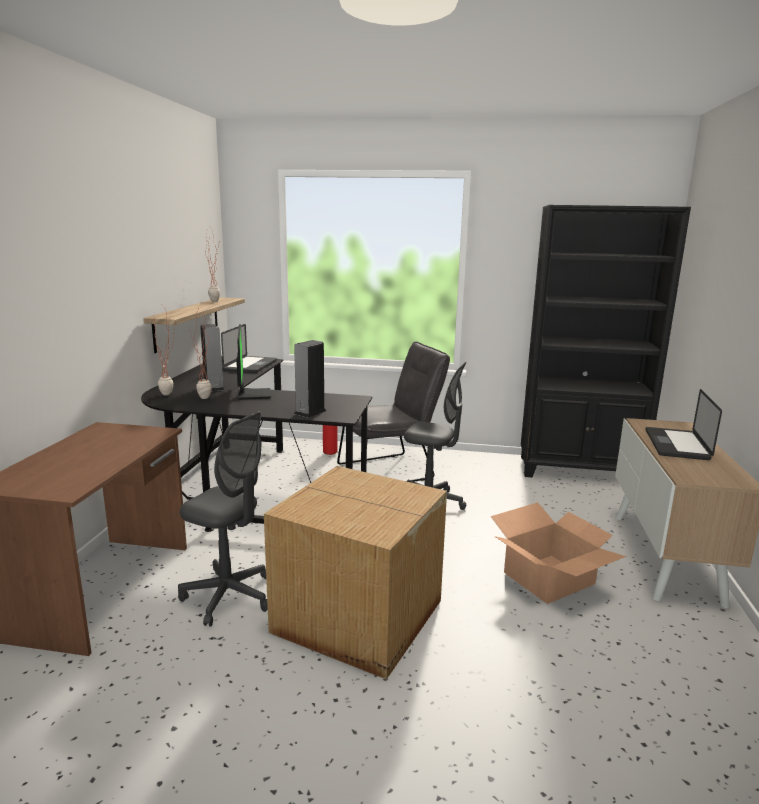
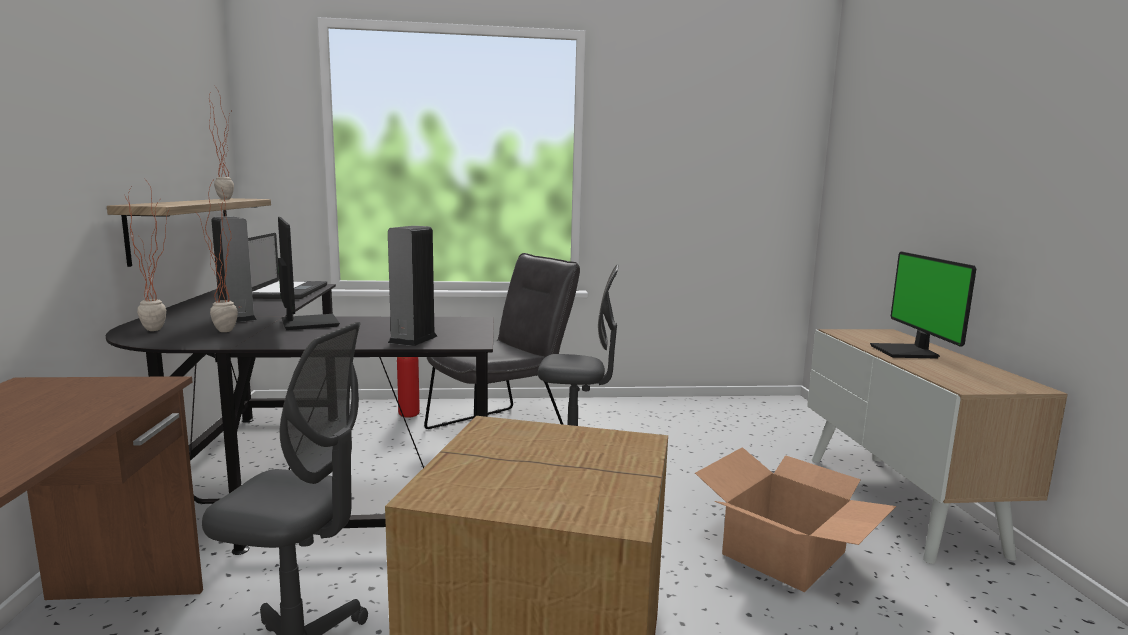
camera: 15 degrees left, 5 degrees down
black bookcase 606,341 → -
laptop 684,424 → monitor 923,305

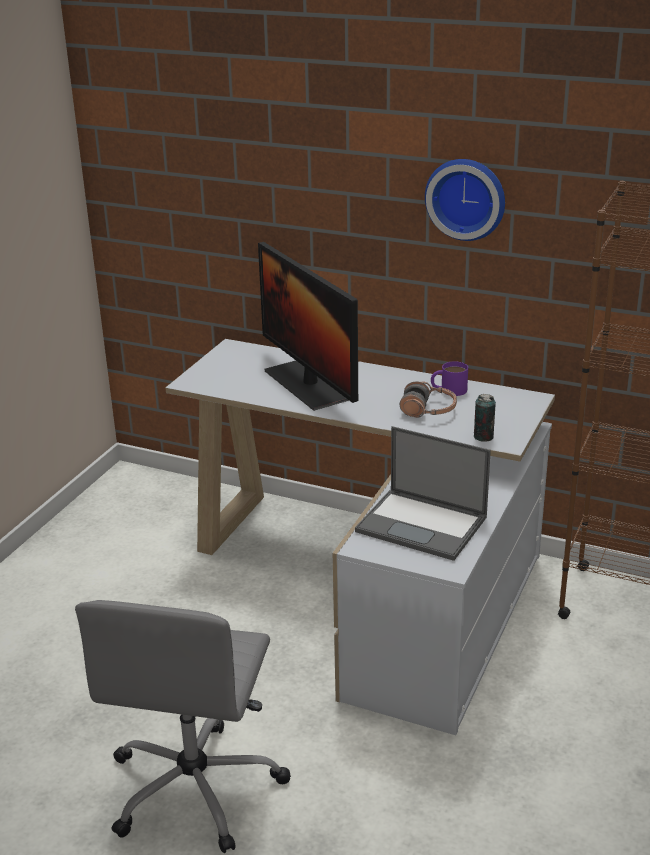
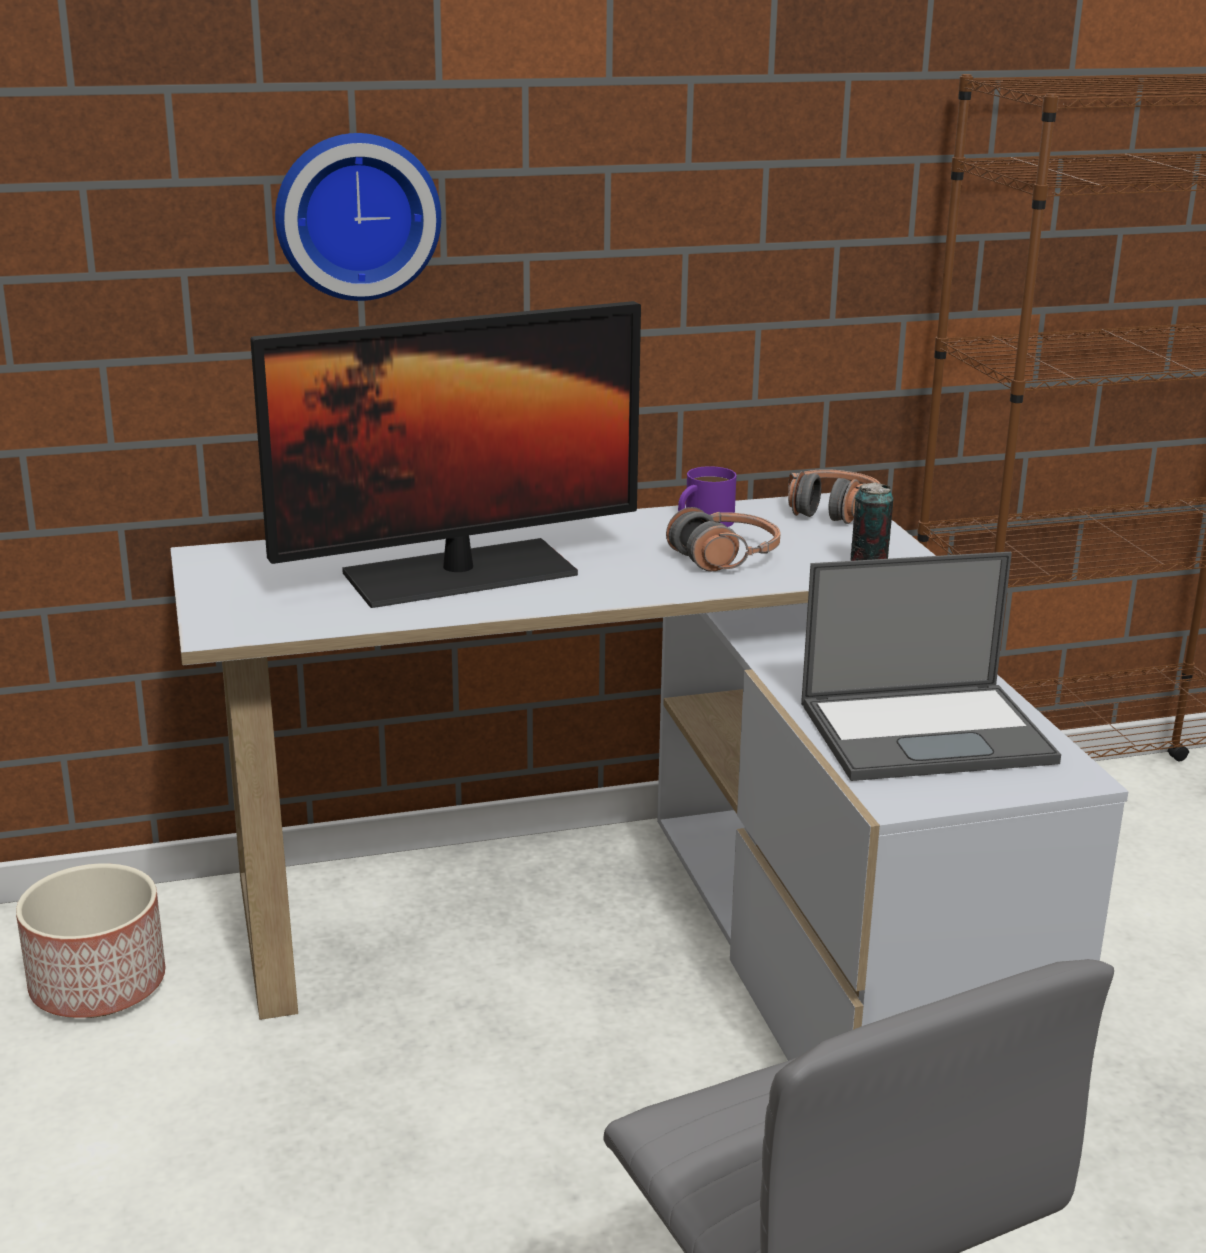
camera: 40 degrees left, 5 degrees down
monitor 308,326 → monitor 445,454, 45 degrees counterclockwise
wall clock 465,200 → wall clock 358,217, shifted
- → planter 90,941
- → headphones 834,496

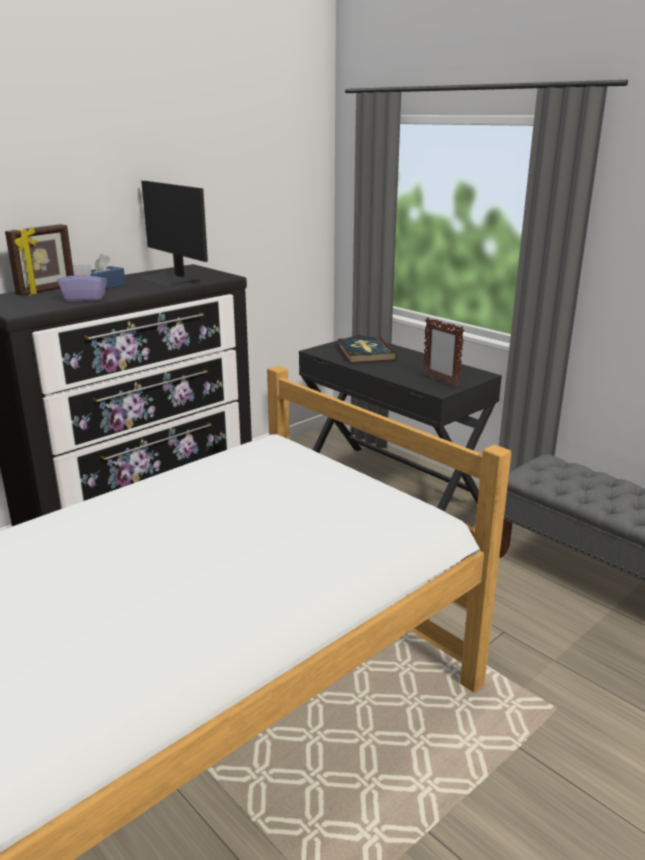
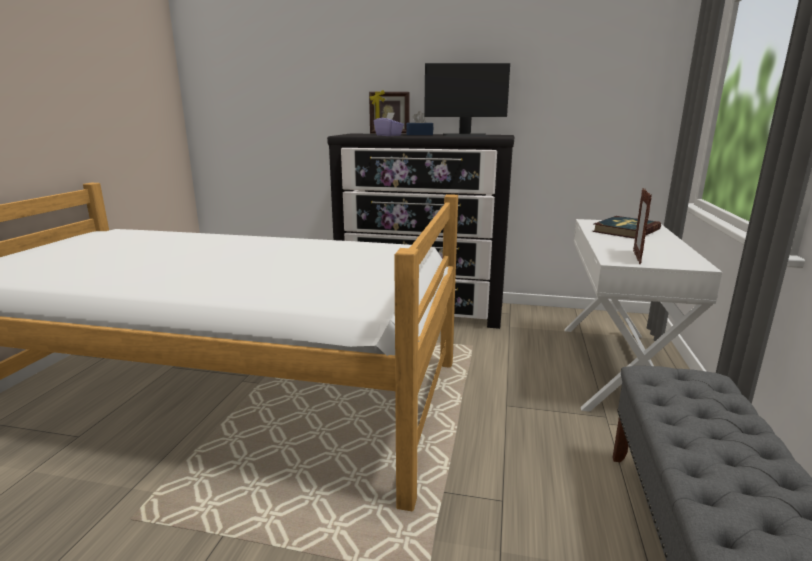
camera: 55 degrees right, 5 degrees down
monitor 174,234 → monitor 467,100, 105 degrees counterclockwise
black desk 400,423 → white desk 643,315

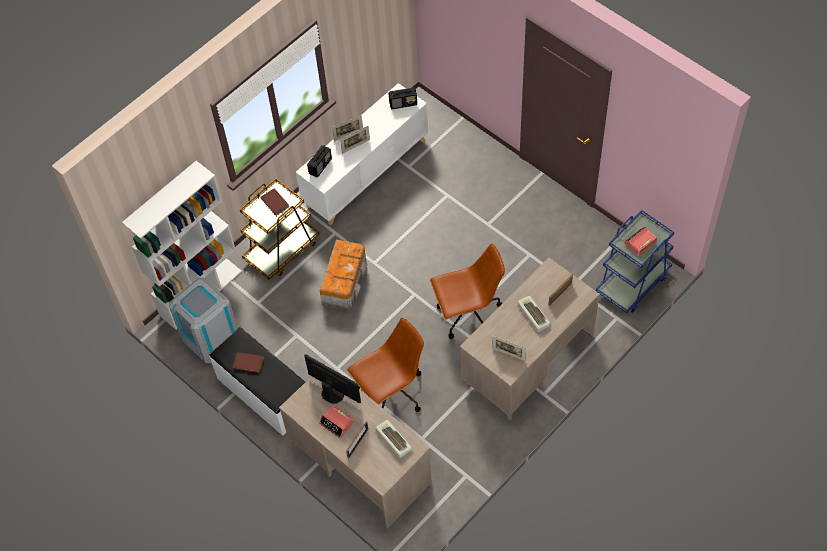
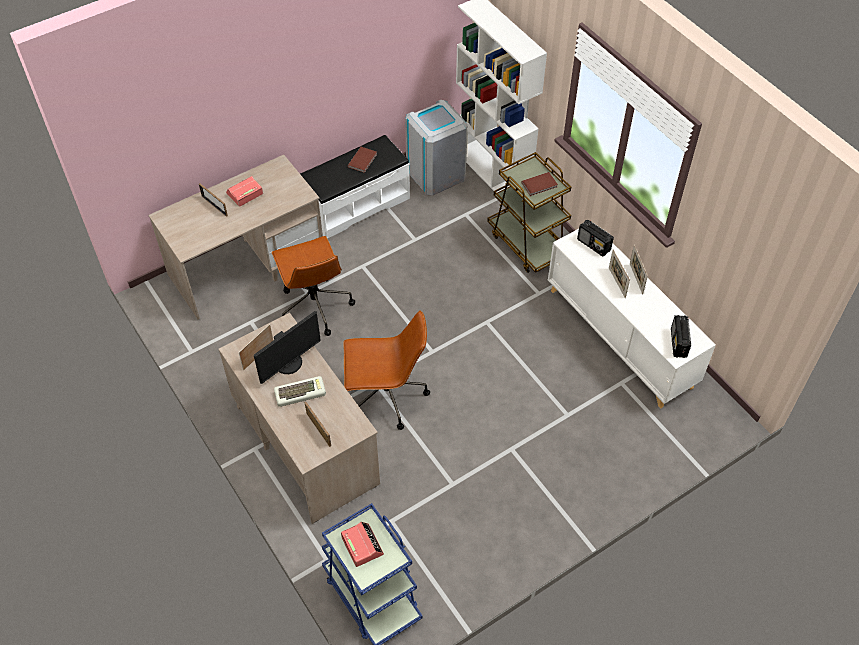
camera: 100 degrees right, 5 degrees down
monitor 332,379 → monitor 287,347, shifted
storage box 343,275 → -
keyboard 394,439 → -
brown office chair 467,291 → brown office chair 386,370, 90 degrees counterclockwise

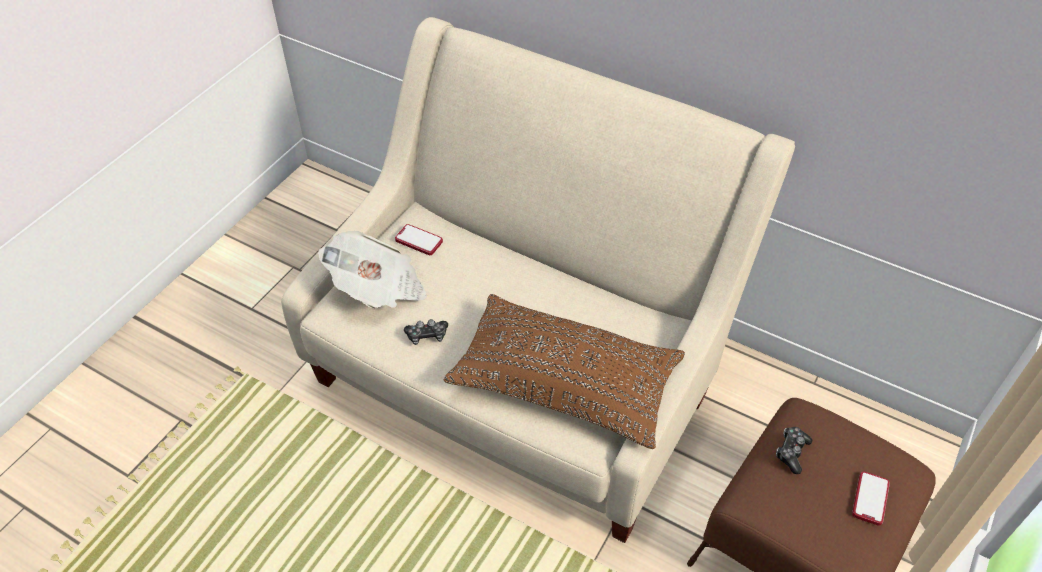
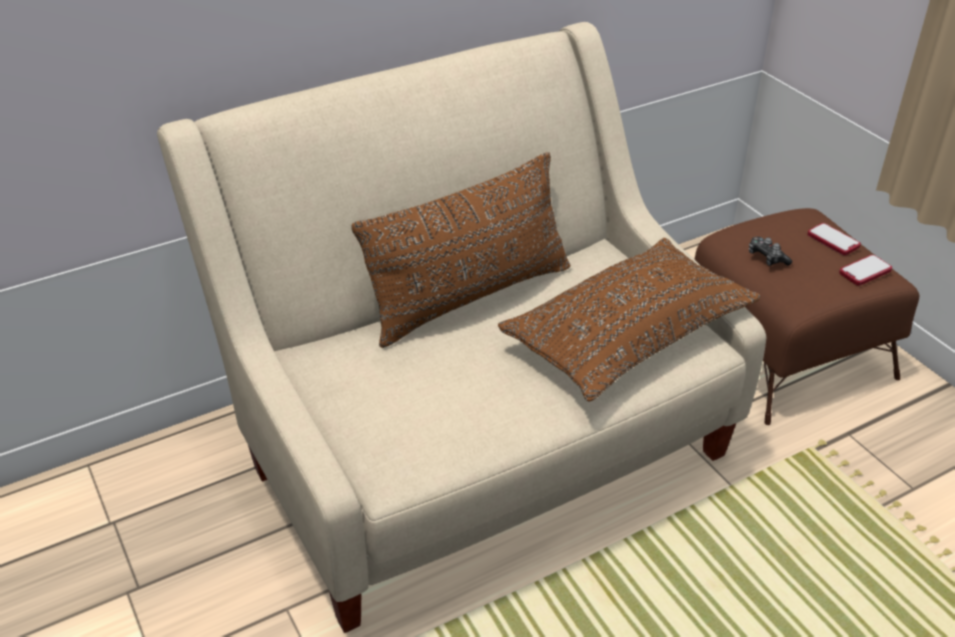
camera: 60 degrees left, 10 degrees down
newspaper 372,269 → -
phone 419,239 → phone 865,270, shifted
game controller 426,332 → -
- → brown pillow 460,250

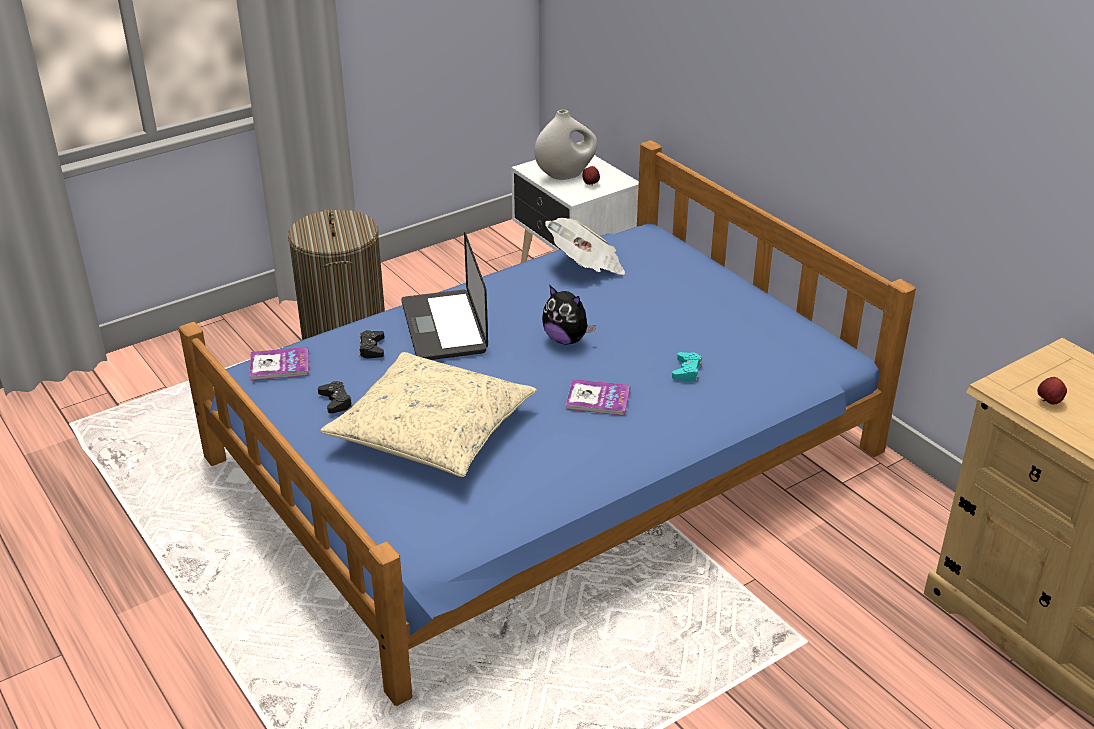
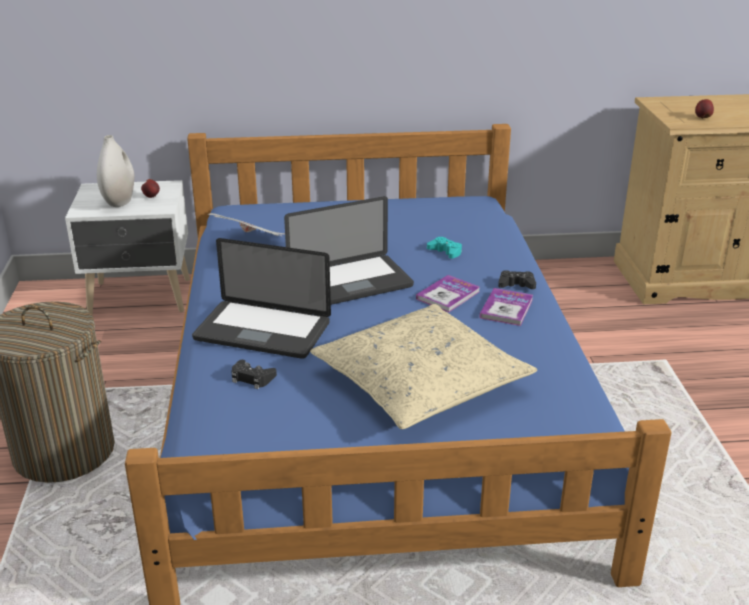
camera: 60 degrees left, 5 degrees down
book 279,364 → book 506,307, shifted
black game controller 335,397 → black game controller 517,279, shifted
plush toy 569,315 → laptop 349,250

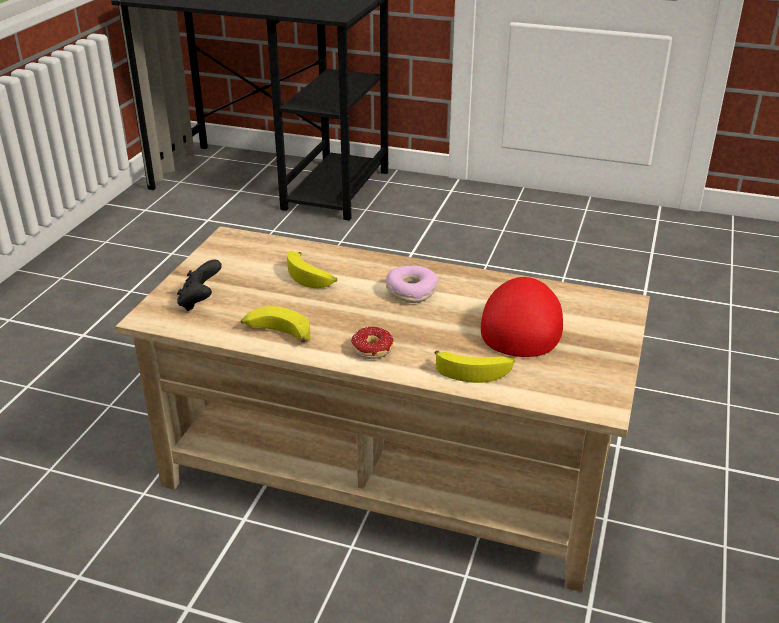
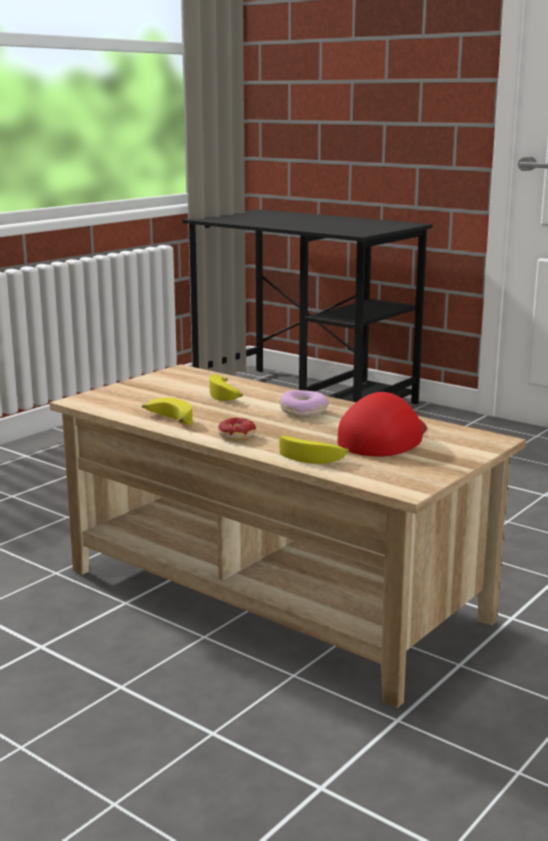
camera: 20 degrees right, 15 degrees down
black game controller 199,285 → -

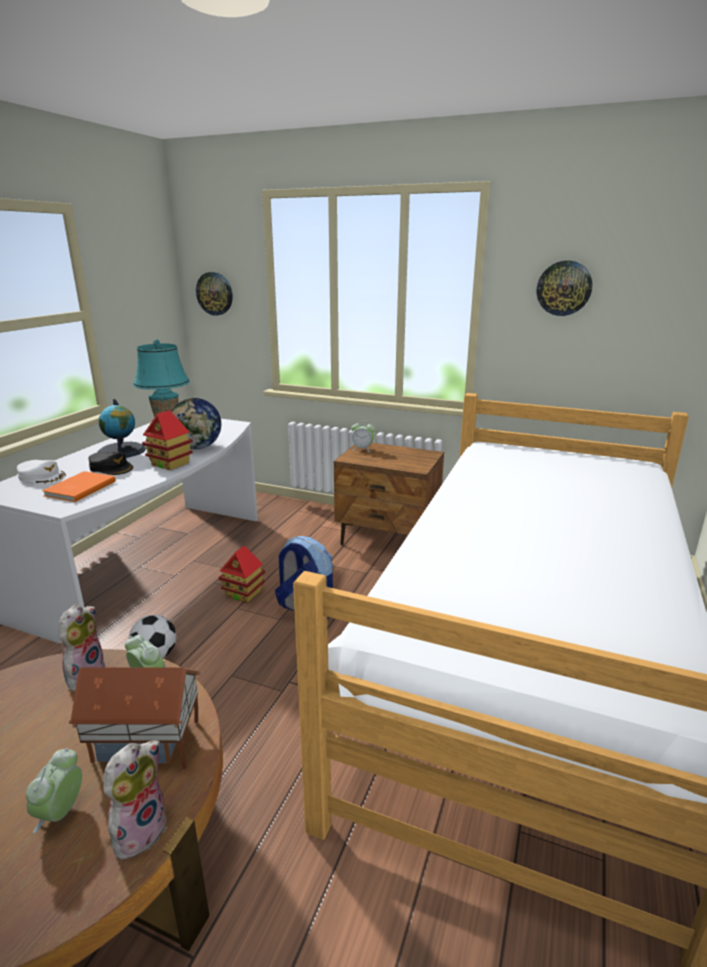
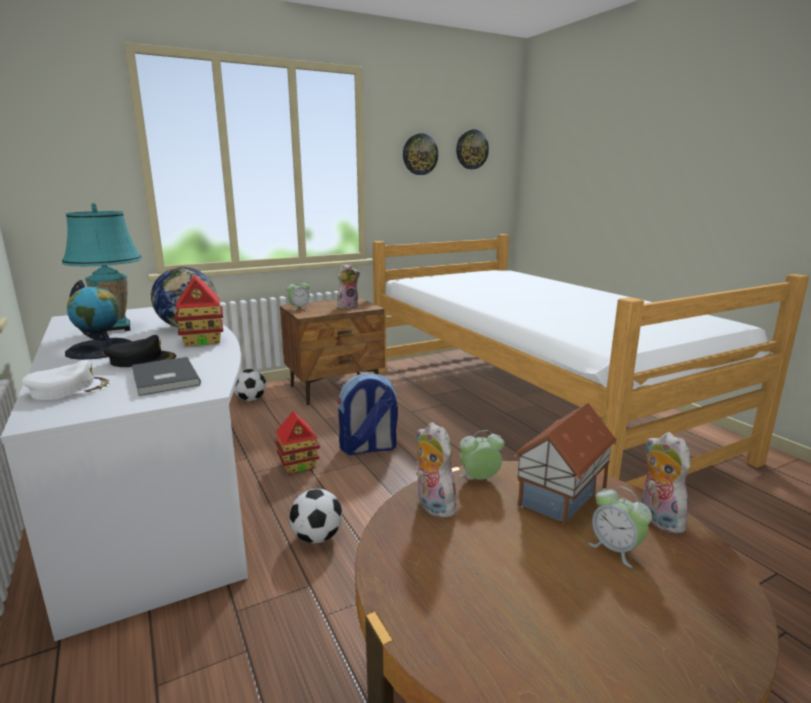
camera: 50 degrees left, 5 degrees down
orange book 79,486 → grey book 166,376
wall clock 214,294 → wall clock 472,149, shifted
- → football 250,385
- → plush toy 348,286

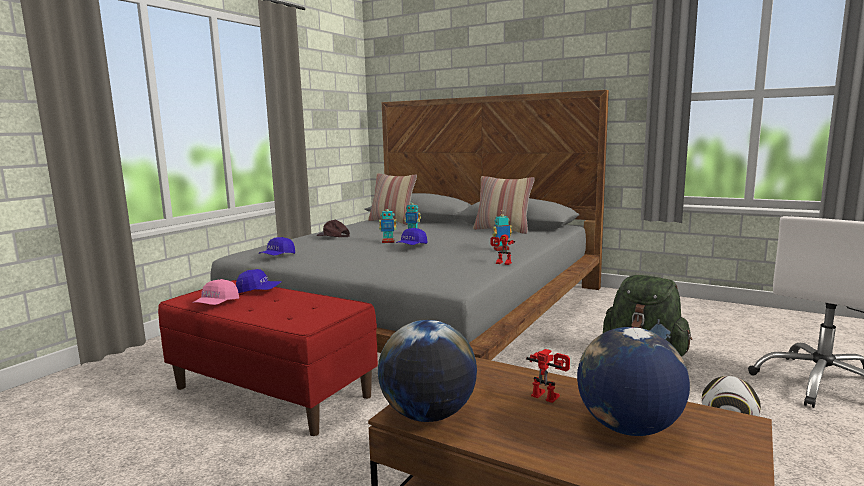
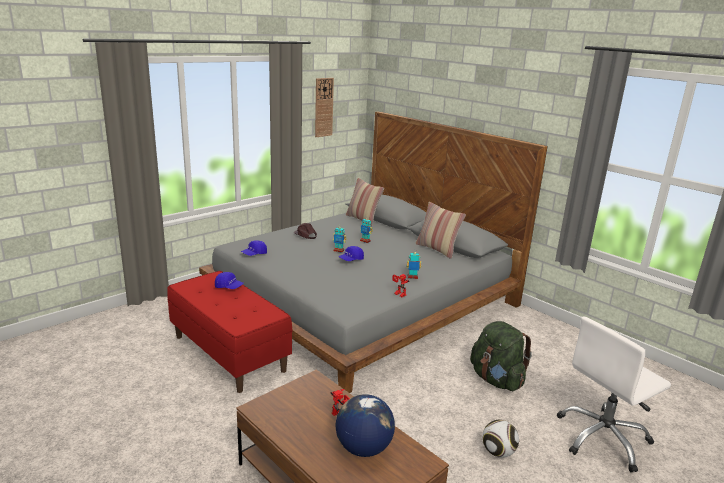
camera: 15 degrees right, 10 degrees up
pink cap 215,292 → -
globe 427,371 → -
- → wall clock 324,107

